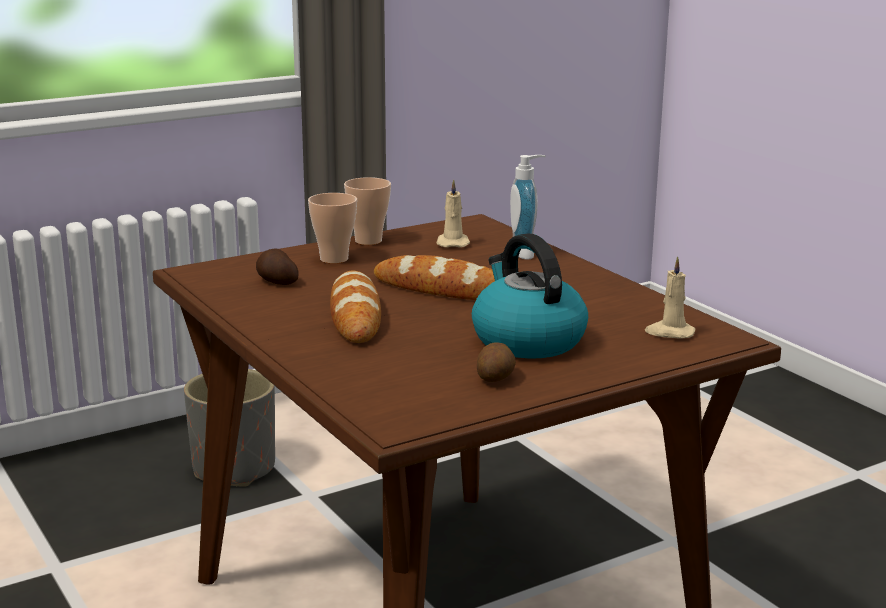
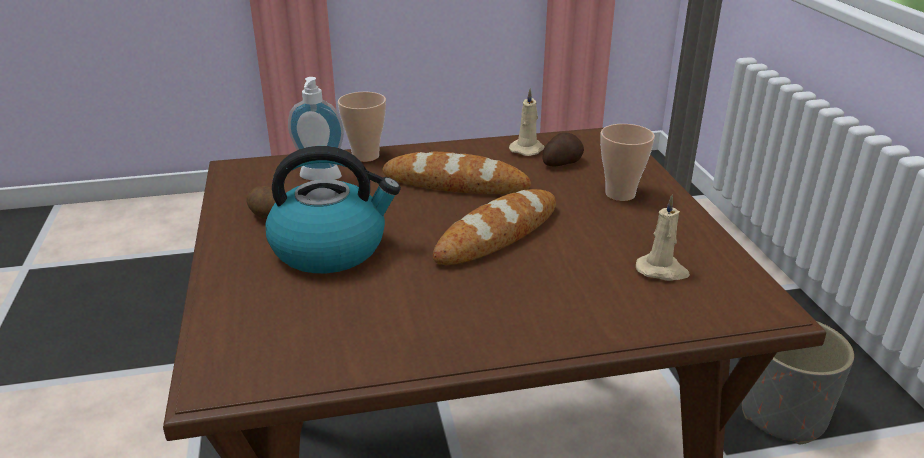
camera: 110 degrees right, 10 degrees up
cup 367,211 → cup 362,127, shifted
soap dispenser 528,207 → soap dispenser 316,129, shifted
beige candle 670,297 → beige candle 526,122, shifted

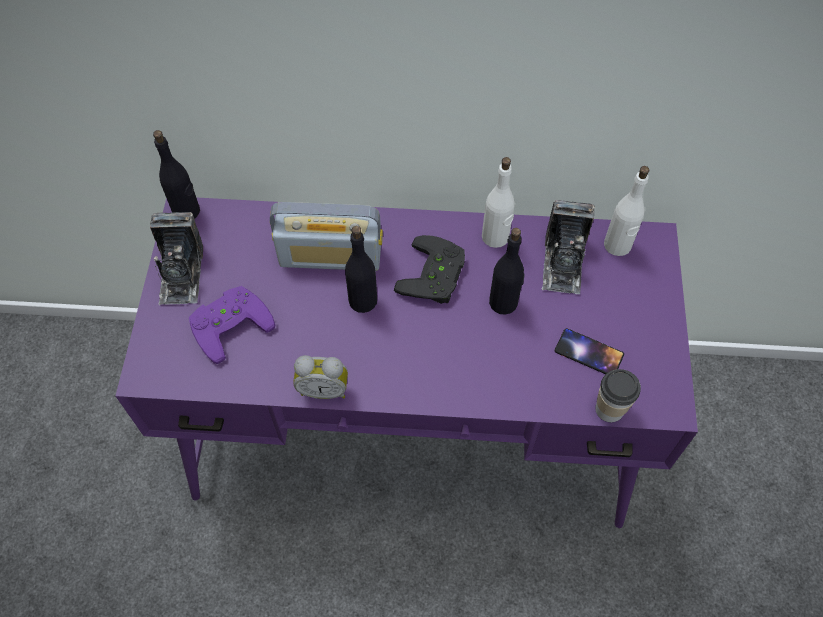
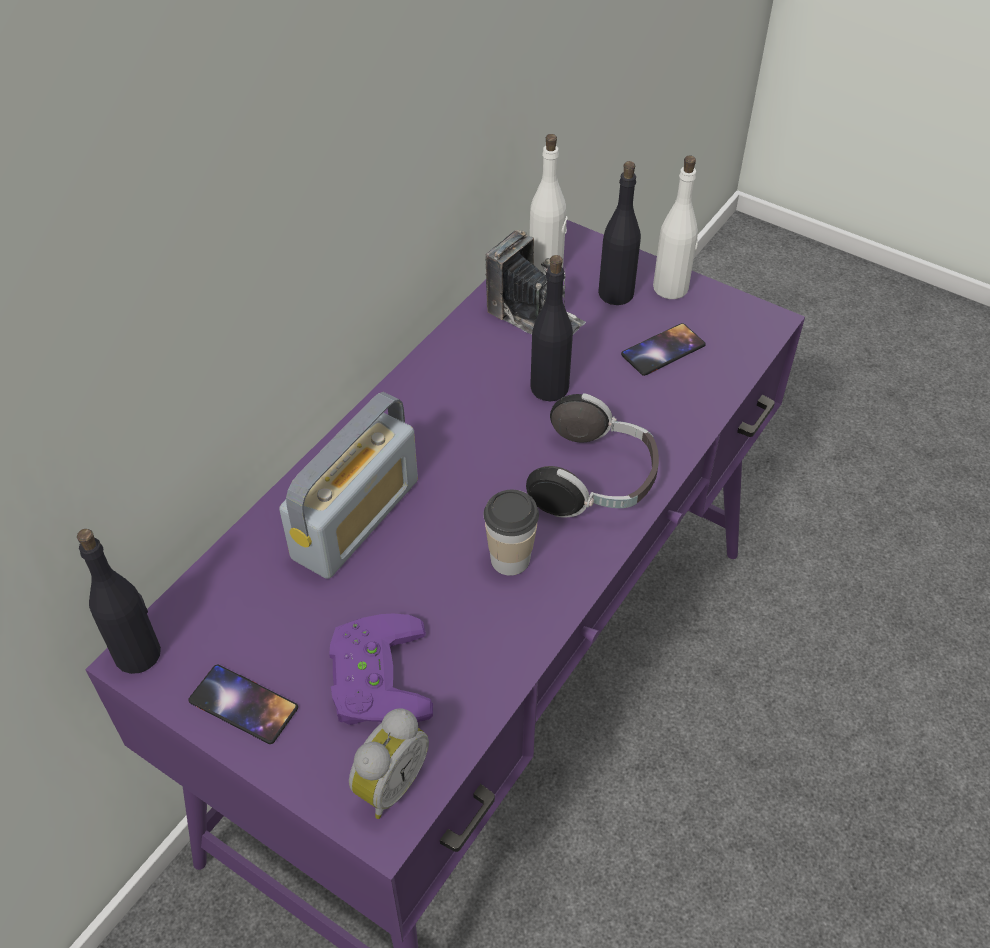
camera: 60 degrees left, 10 degrees down
photo camera 176,258 → phone 243,704
alarm clock 320,377 → alarm clock 389,763, shifted
black bottle 361,269 → black bottle 619,233, shifted
black game controller 429,269 → -
white bottle 498,202 → white bottle 675,227, shifted
cup 618,395 → cup 511,533, shifted
- → headphones 592,455

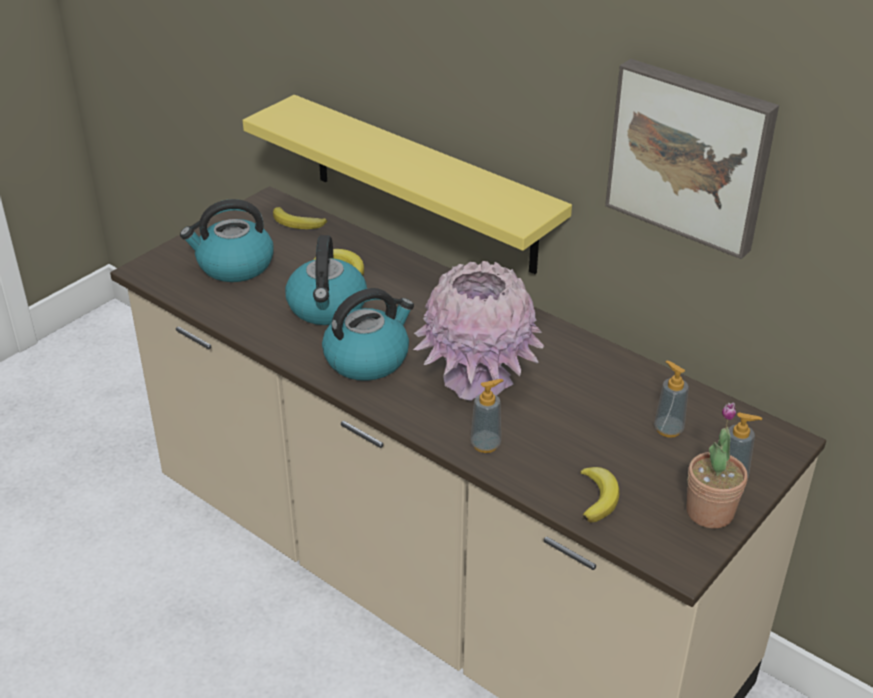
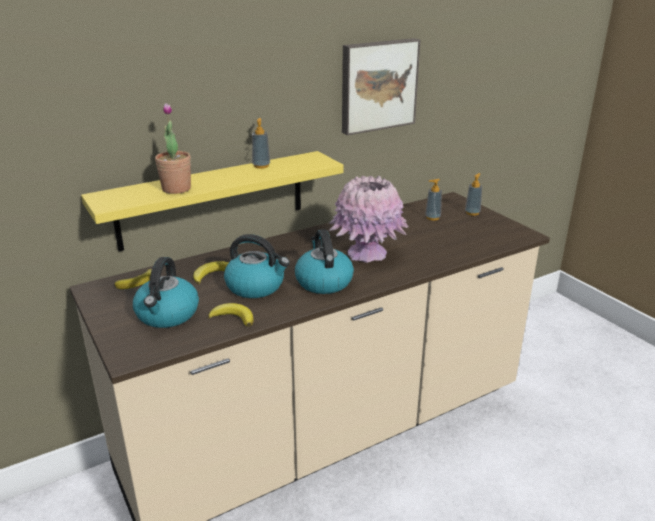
camera: 70 degrees left, 10 degrees down
soap dispenser 487,416 → soap dispenser 261,143, shifted
banana 600,495 → banana 231,314, shifted
potted plant 717,466 → potted plant 173,148, shifted

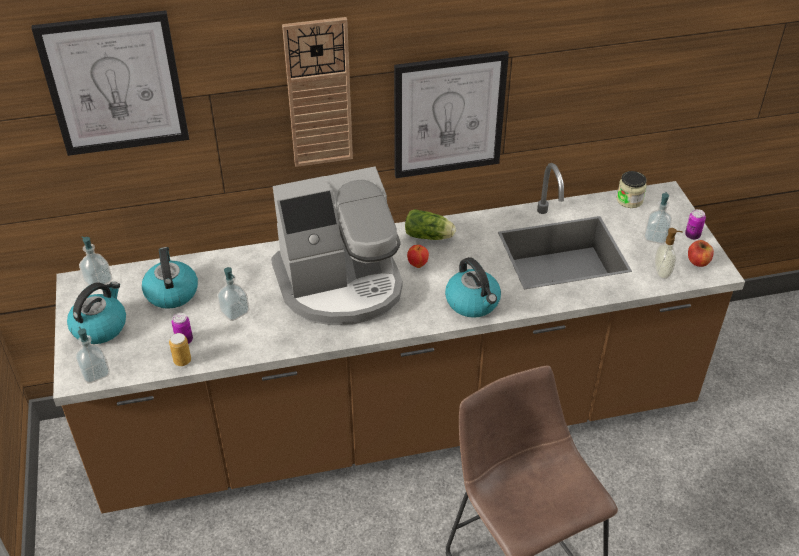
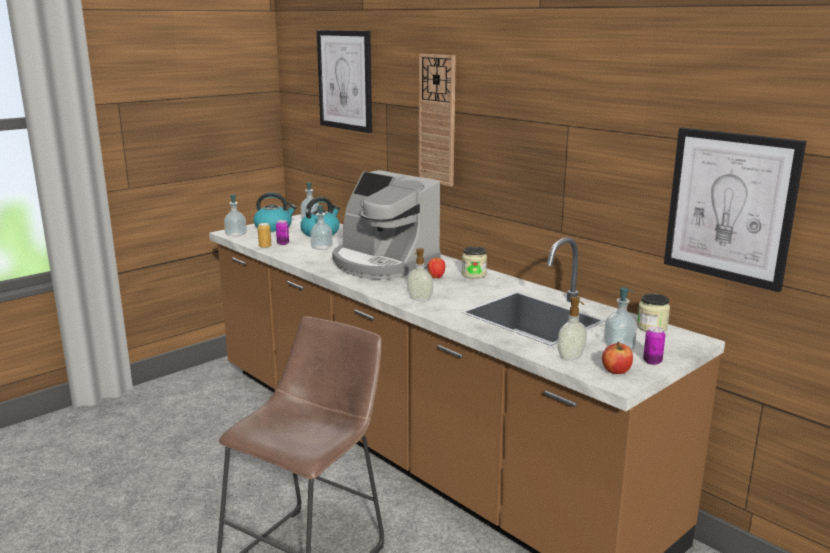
camera: 60 degrees right, 25 degrees down
picture 451,114 → picture 735,210, shifted
lettuce 430,224 → jar 474,263
kettle 473,287 → soap dispenser 420,275

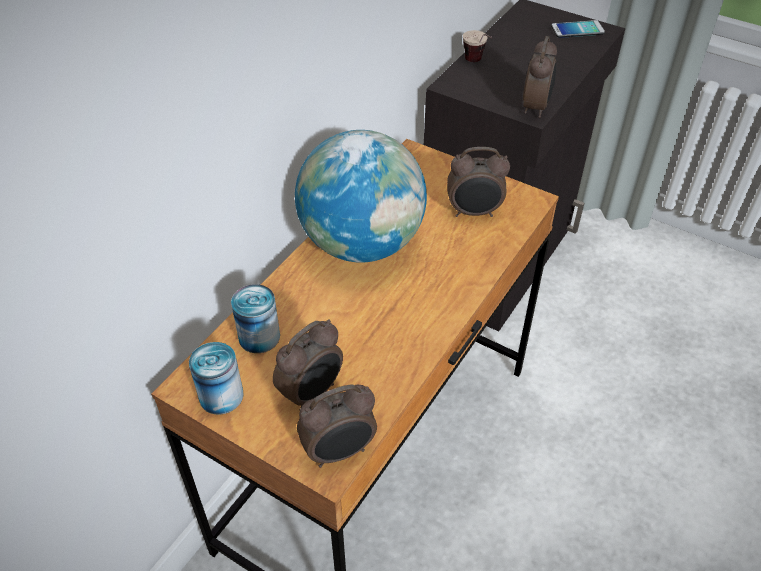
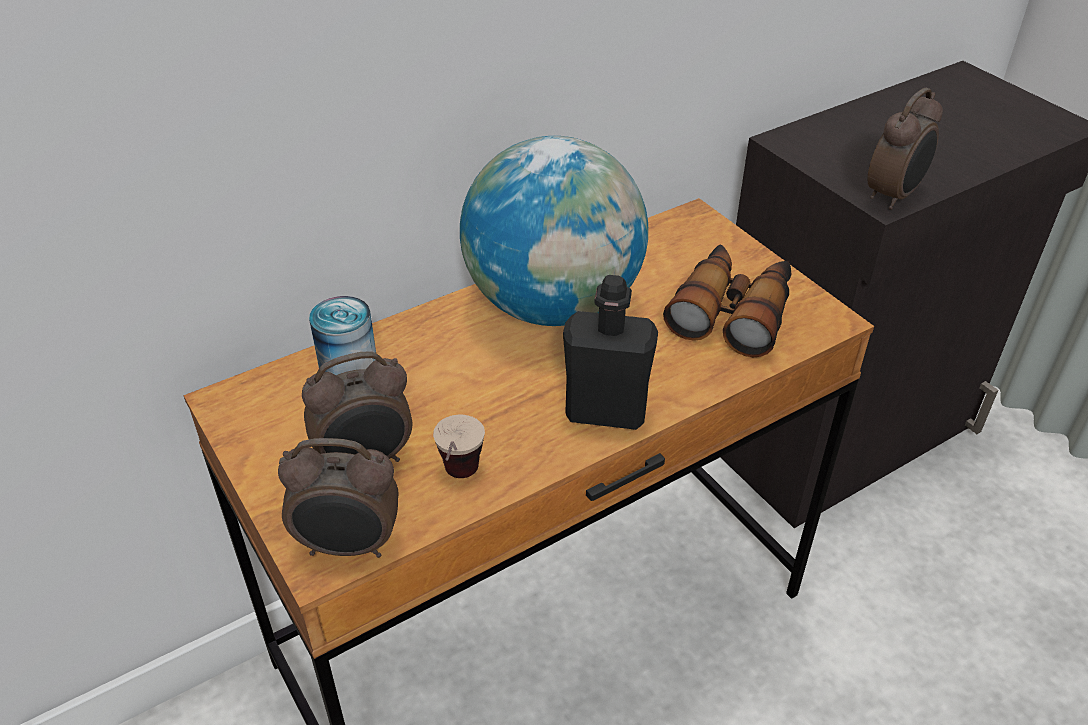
camera: 25 degrees right, 5 degrees down
can 216,378 → -
alarm clock 478,182 → binoculars 727,301
cup 477,46 → cup 459,446, shifted
phone 578,29 → -
- → black bottle 610,352

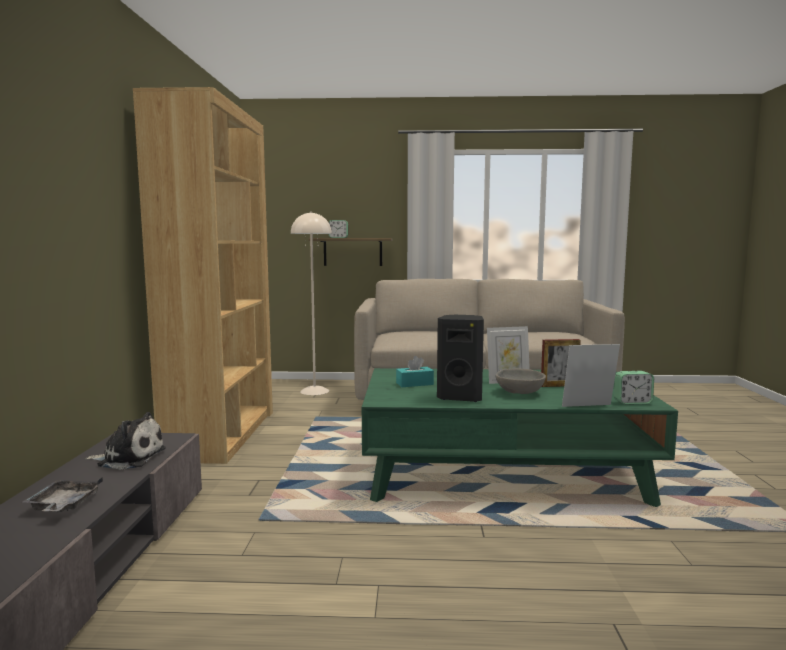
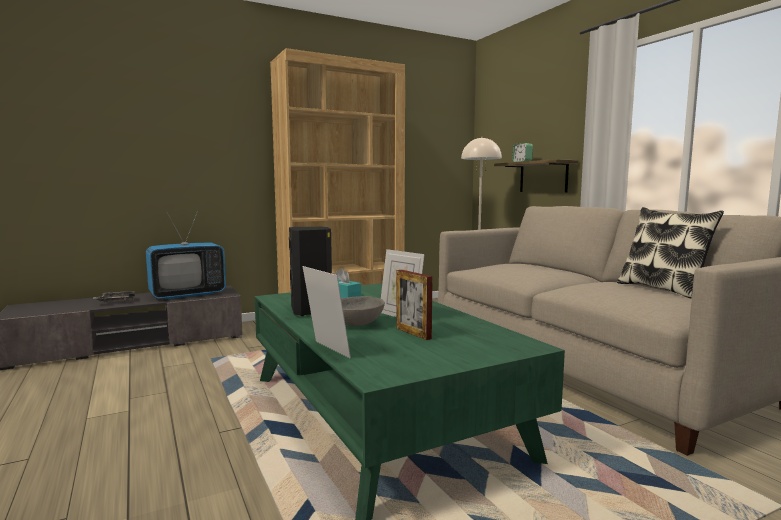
camera: 60 degrees right, 0 degrees up
plush toy 125,441 → television 186,255
alarm clock 634,387 → -
- → pillow 670,253

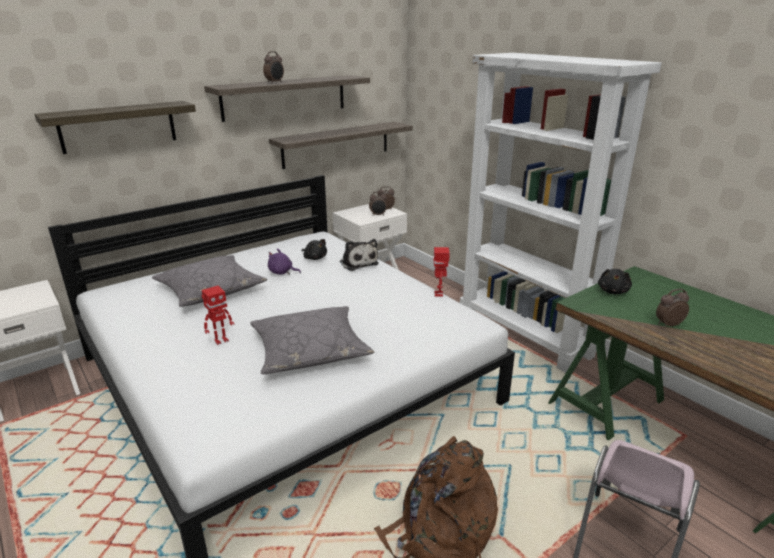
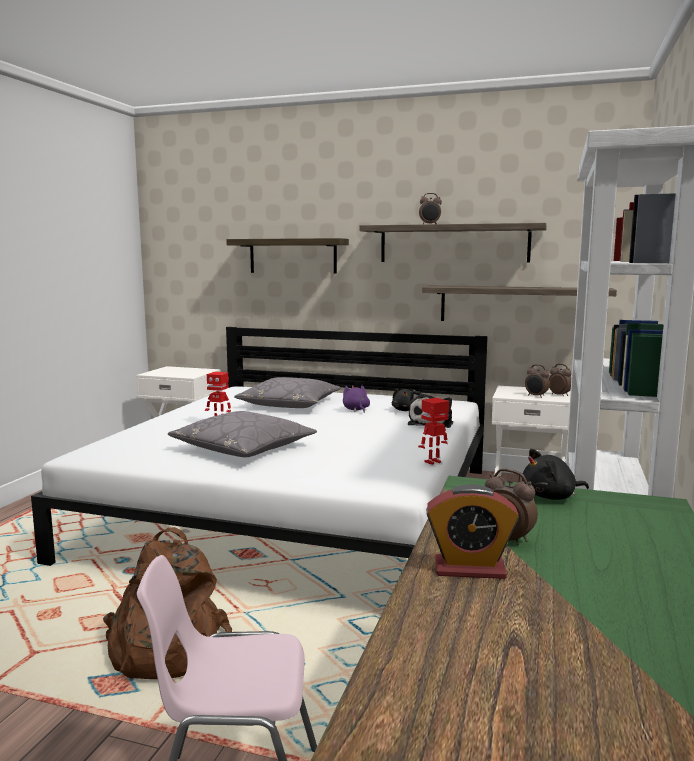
camera: 55 degrees right, 15 degrees down
- → alarm clock 472,531

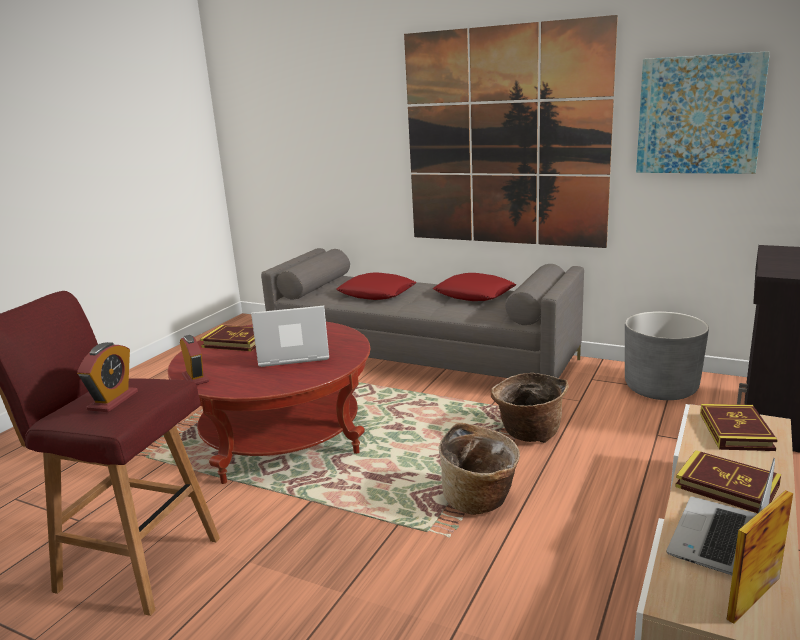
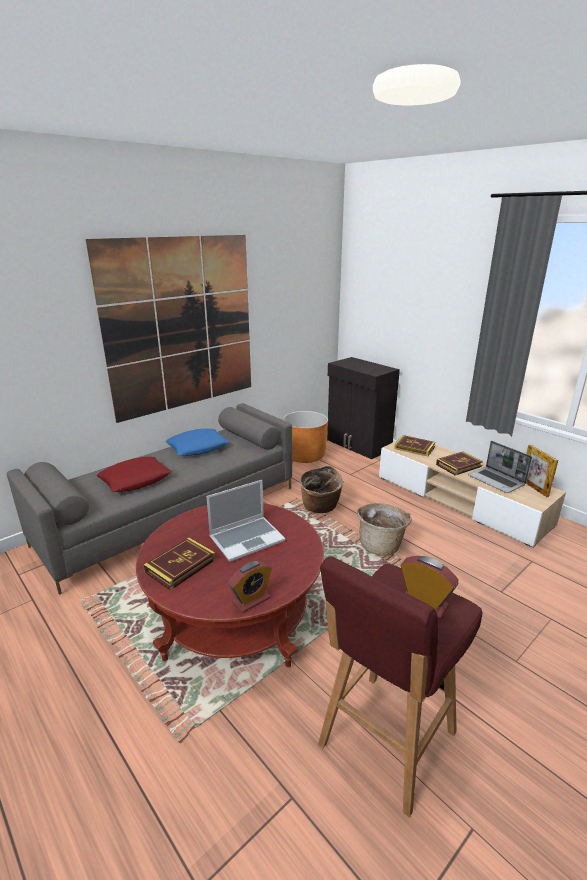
camera: 70 degrees left, 5 degrees up
alarm clock 194,360 → alarm clock 250,587, 150 degrees clockwise
laptop 290,336 → laptop 245,521, 135 degrees counterclockwise
red pillow 474,287 → blue pillow 197,442
grey planter 667,355 → orange planter 305,437
picture 703,112 → -

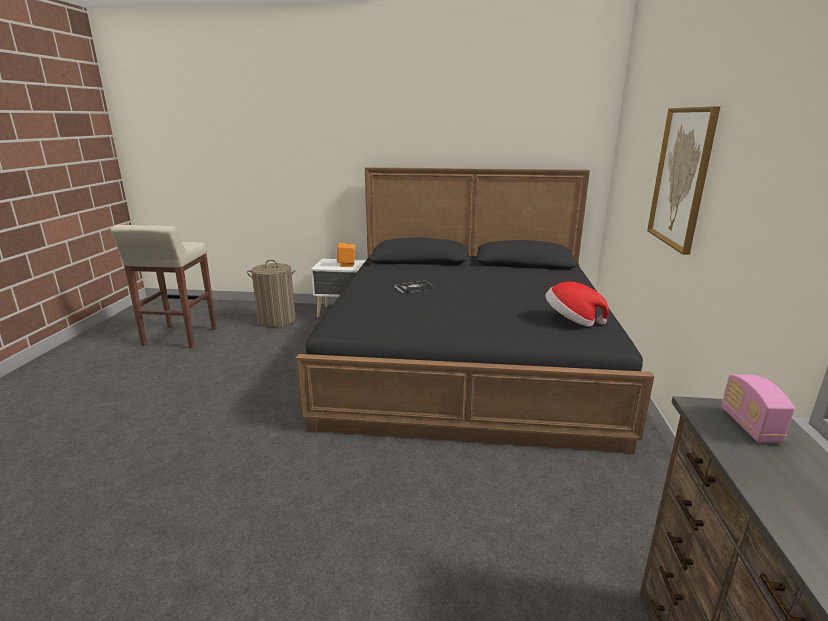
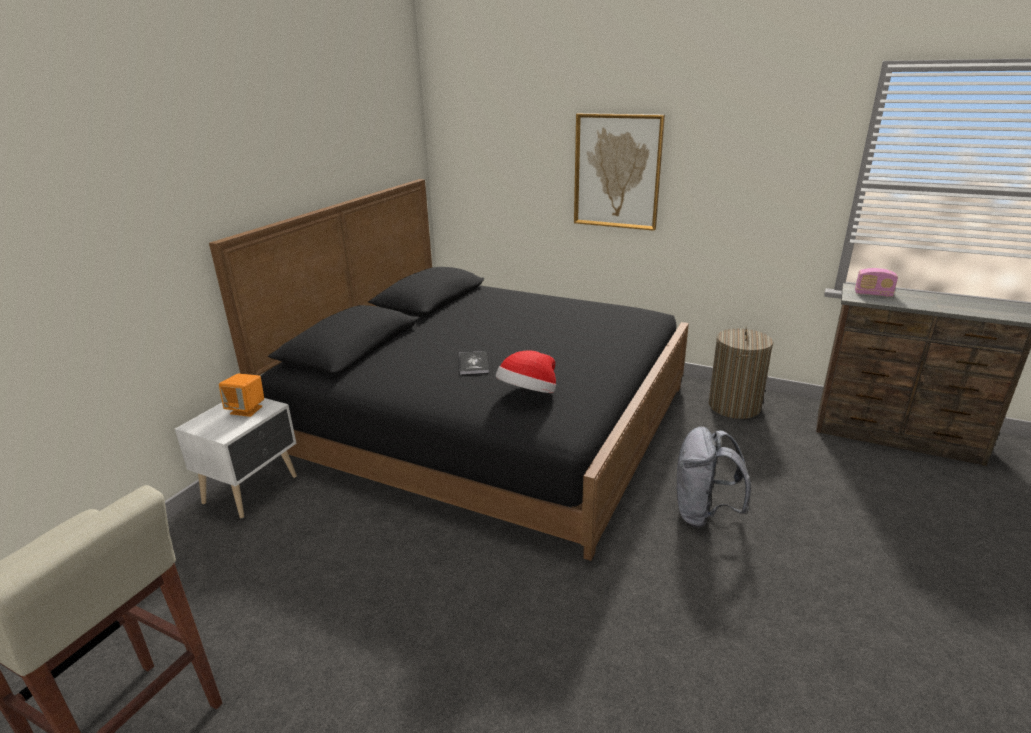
camera: 70 degrees left, 5 degrees up
laundry basket 271,293 → laundry basket 741,372, shifted
hat 577,304 → hat 526,371, shifted
- → grey backpack 713,477

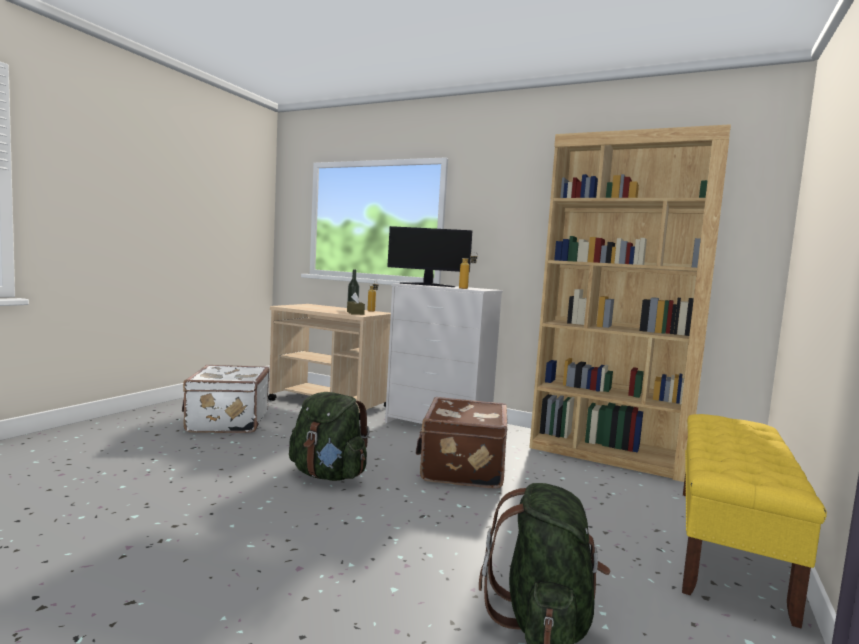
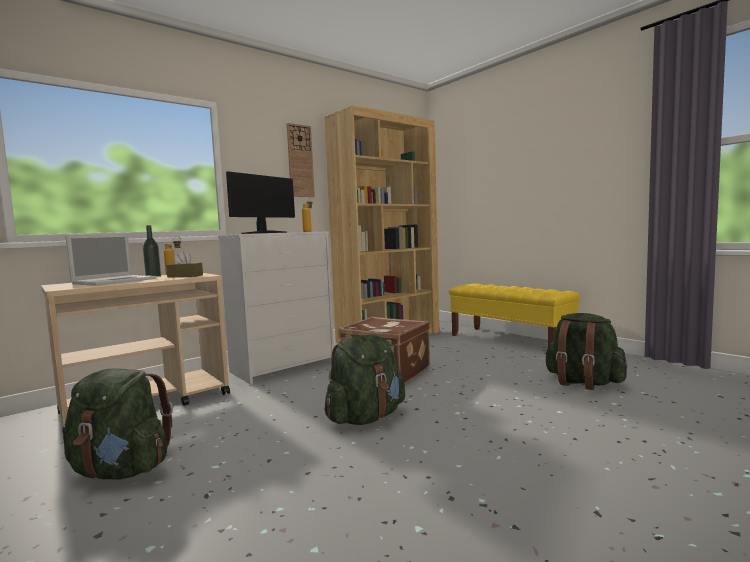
camera: 65 degrees left, 0 degrees up
white suitcase 225,399 → green backpack 118,424
- → laptop 110,260
- → wall clock 301,160

